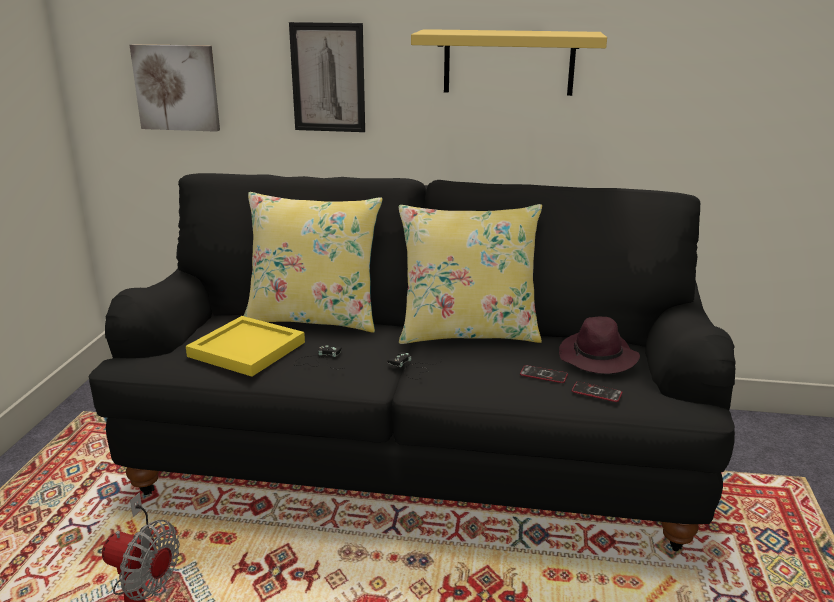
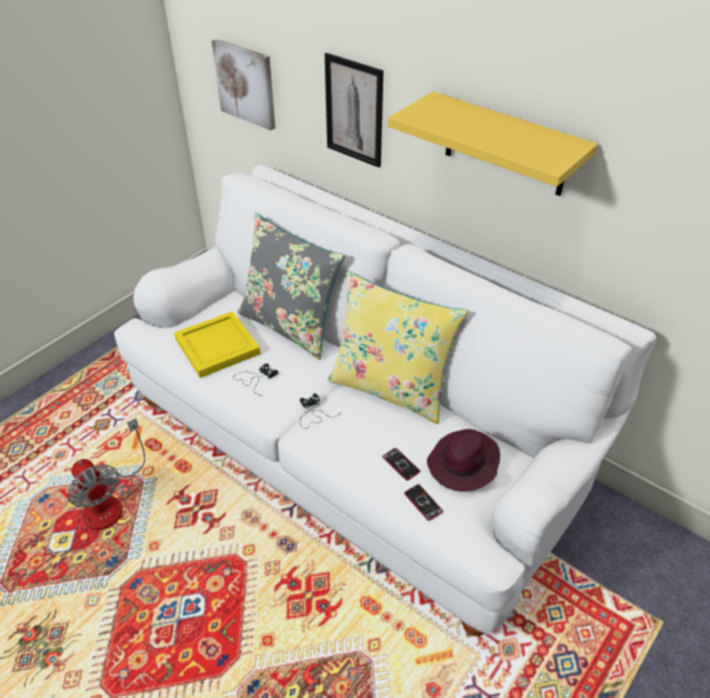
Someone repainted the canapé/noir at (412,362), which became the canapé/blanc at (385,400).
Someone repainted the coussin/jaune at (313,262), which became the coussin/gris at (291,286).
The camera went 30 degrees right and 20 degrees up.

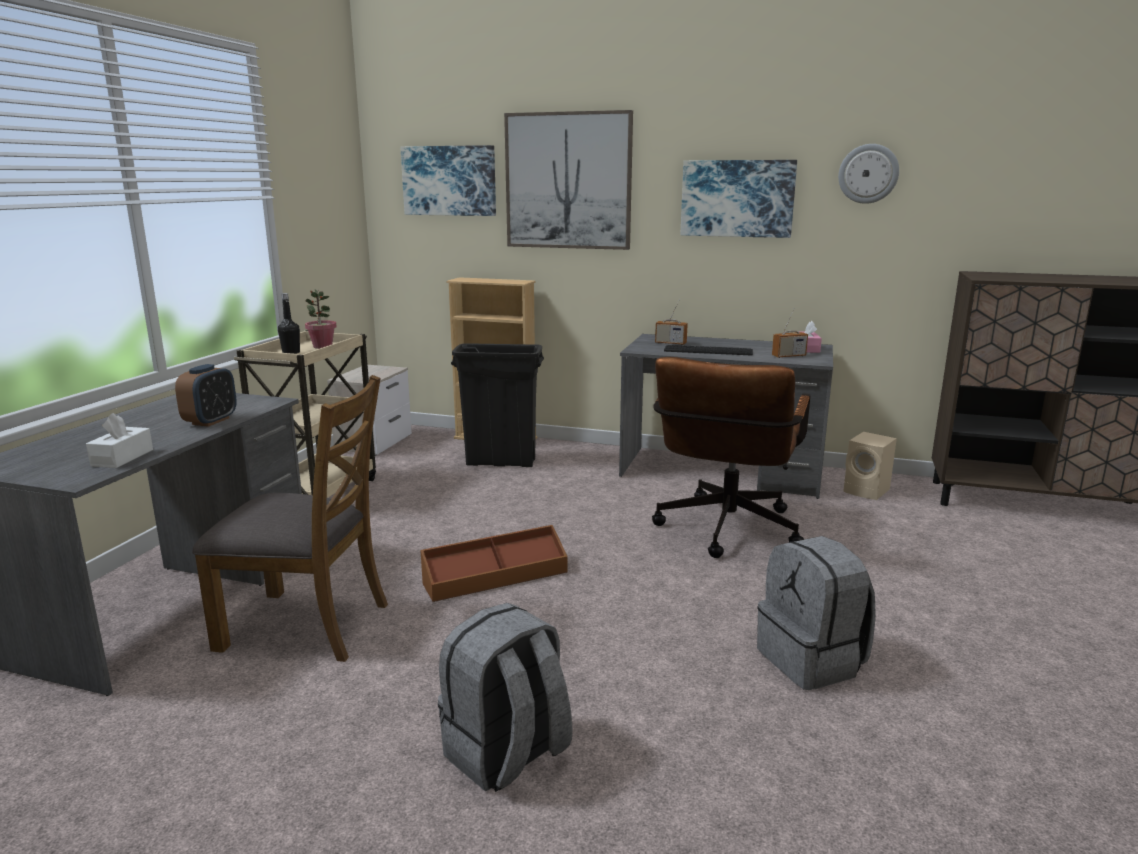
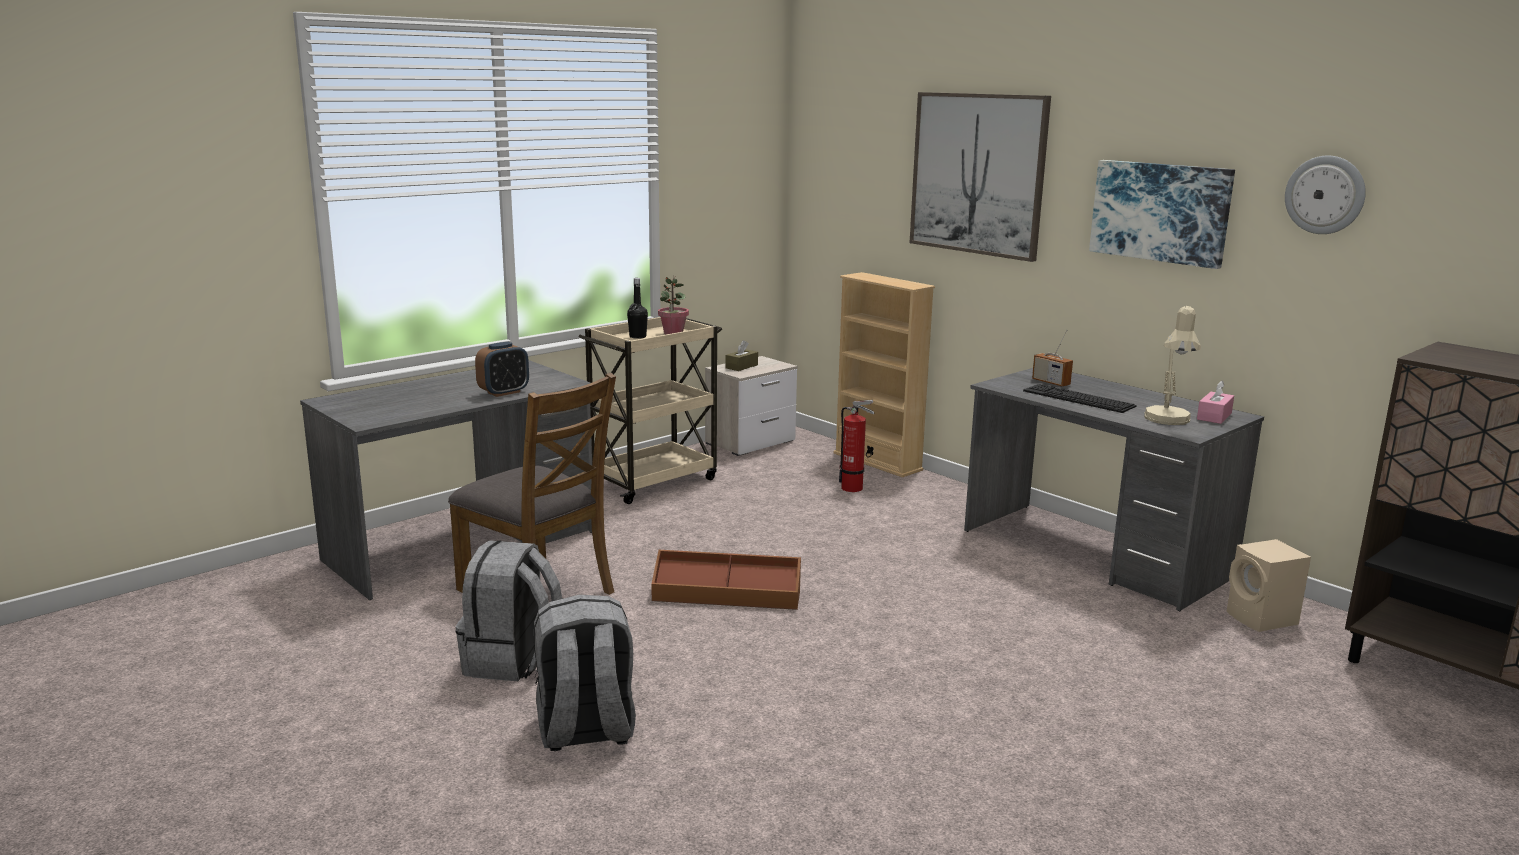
Someone took away the boîte à mouchoirs/blanc at (119,440).
Someone took away the tableau at (448,180).
Someone swapped the poubelle/noir at (497,405) for the extincteur at (857,446).
Someone took away the chaise de bureau/marron at (731,457).
Someone carried the sac à dos/gris from (816,613) to (508,610).
Someone swapped the radio at (790,333) for the lampe de table/beige at (1172,365).
Someone put down the boîte à mouchoirs/marron at (741,355).
The camera went 30 degrees right and 0 degrees up.

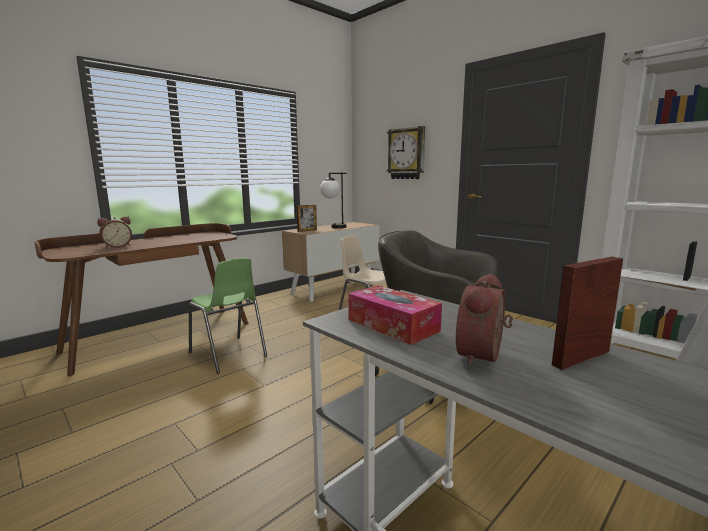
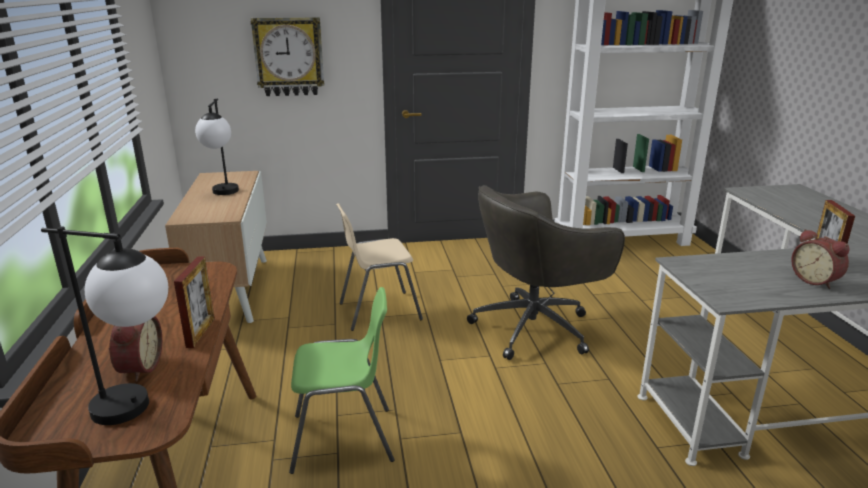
Someone carried the cadre photo from (307,218) to (194,302).
Someone took away the boîte à mouchoirs at (395,315).
Someone put down the lampe de table at (104,325).
The camera went 55 degrees left and 10 degrees up.

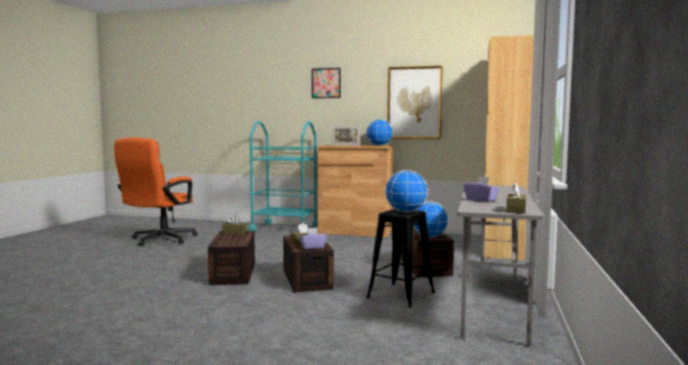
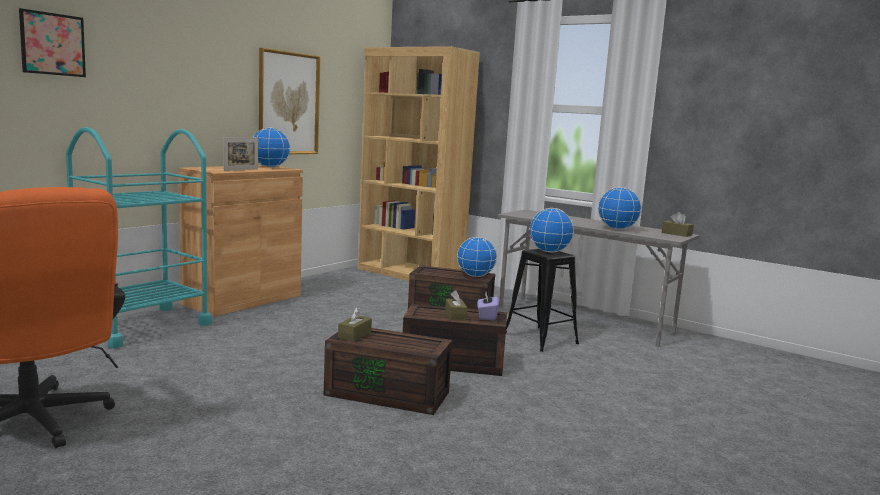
Someone carried the tableau from (326,83) to (52,42).
Someone swapped the boîte à mouchoirs/violet at (481,189) for the globe at (620,208).
The camera went 70 degrees left and 5 degrees up.

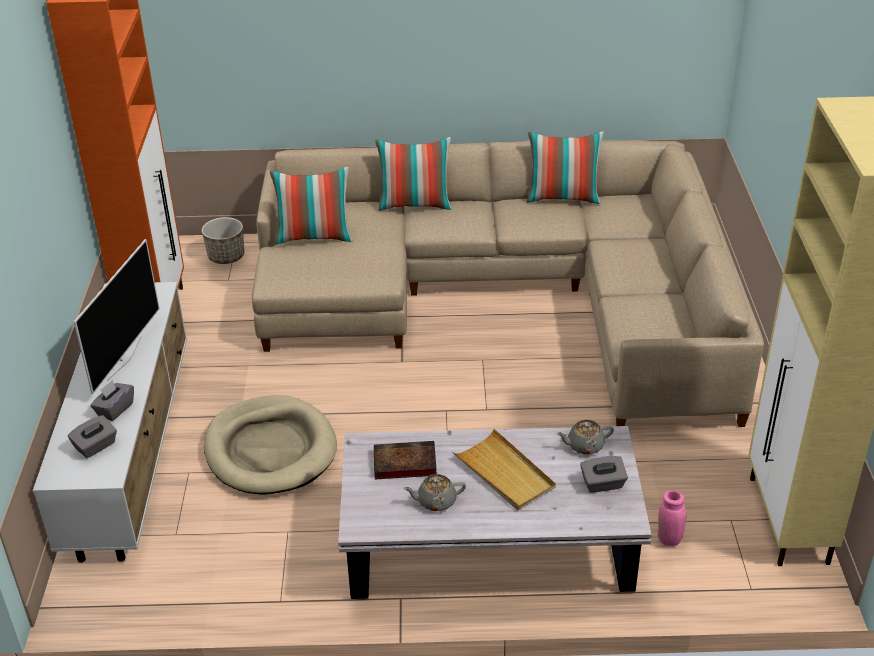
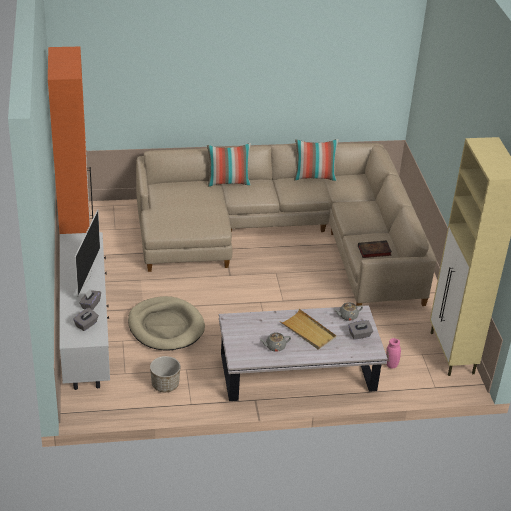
Someone carried the cache-pot from (223,240) to (165,374).
Someone took away the coussin at (311,206).
Someone carried the livre from (405,460) to (375,249).
The camera went 10 degrees left and 0 degrees up.

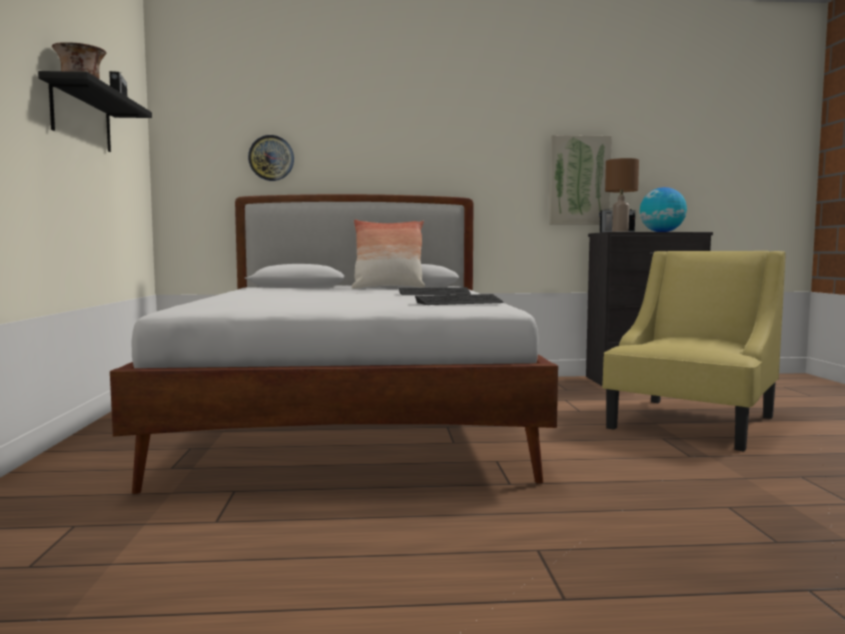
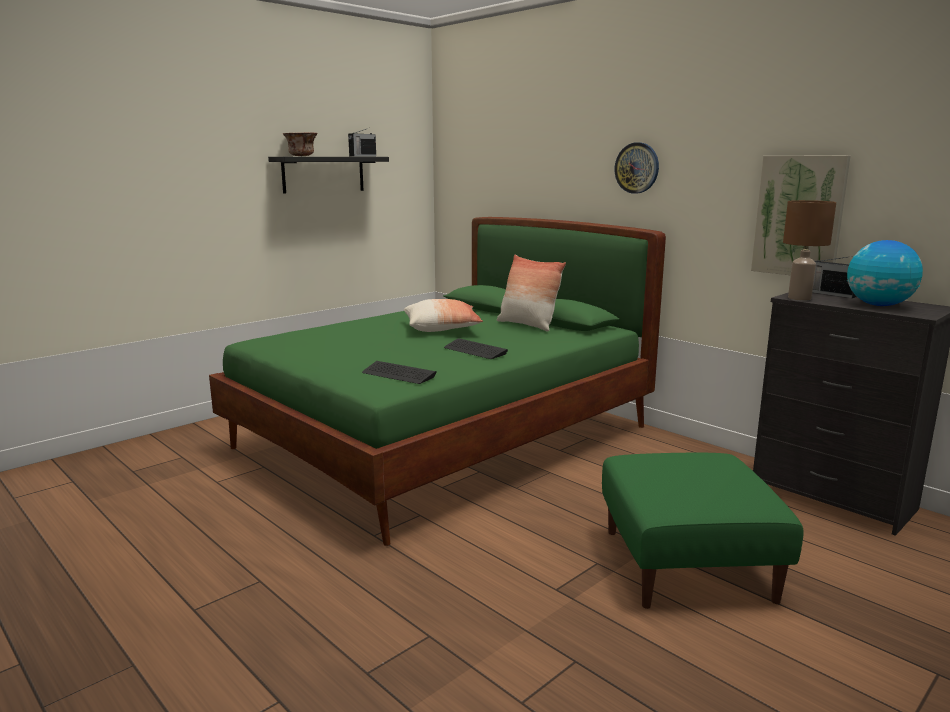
Someone repainted the lit/blanc at (334,344), which became the lit/vert at (437,381).
Someone carried the horloge murale from (271,158) to (636,168).
Someone swapped the fauteuil/jaune at (694,351) for the pouf/vert at (703,531).
Someone put down the coussin at (443,315).
The camera went 50 degrees right and 10 degrees up.

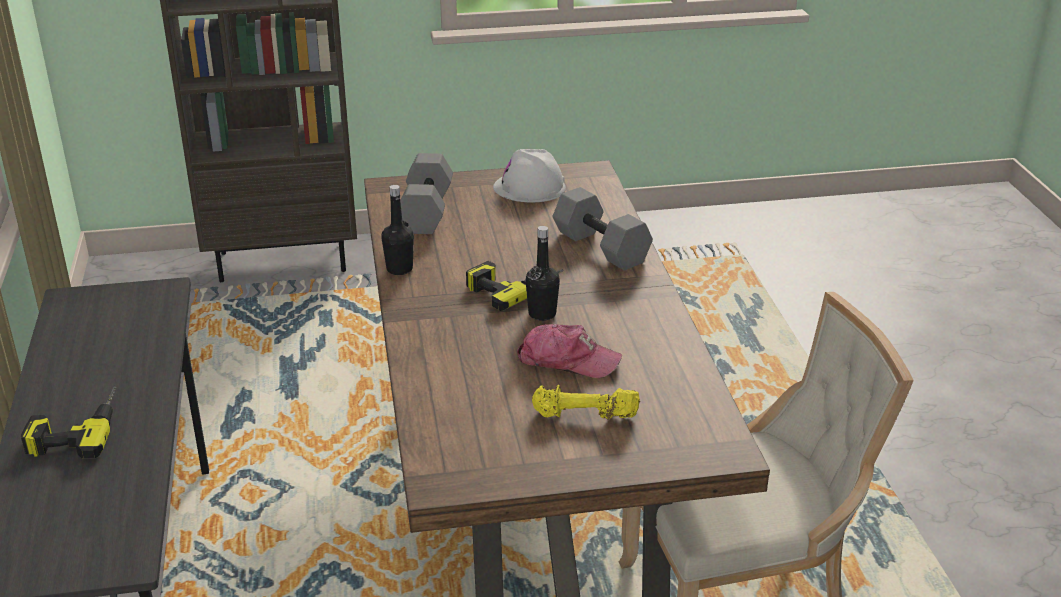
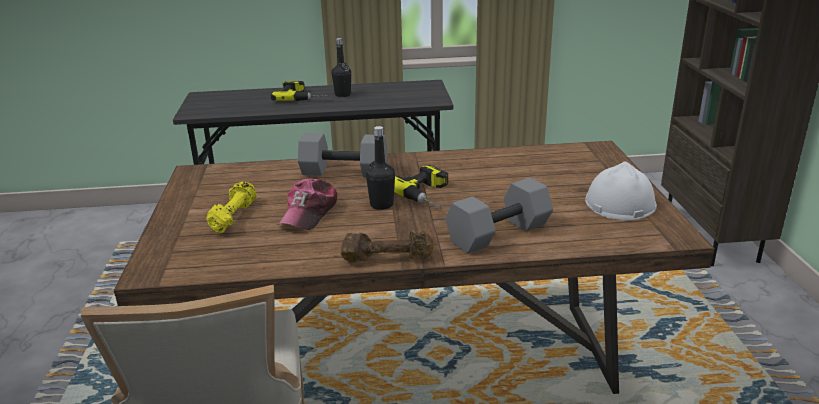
Someone carried the bouteille/noir from (397,230) to (341,67).
Someone carried the haltère/gris from (426,193) to (342,155).
Someone put down the haltère/marron at (387,247).
The camera went 95 degrees right and 5 degrees down.

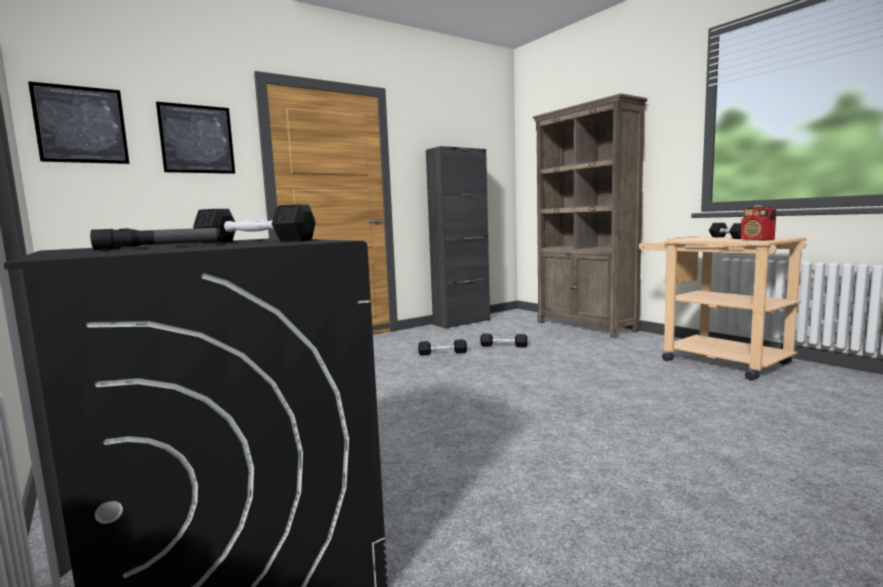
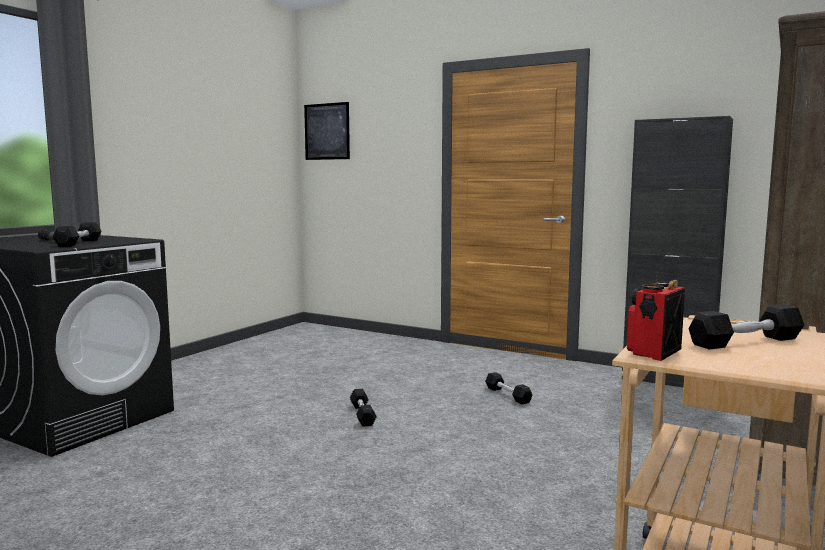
Someone took away the tableau at (195,138).
Someone carried the haltère/noir from (504,340) to (363,408).
The camera went 65 degrees right and 0 degrees up.

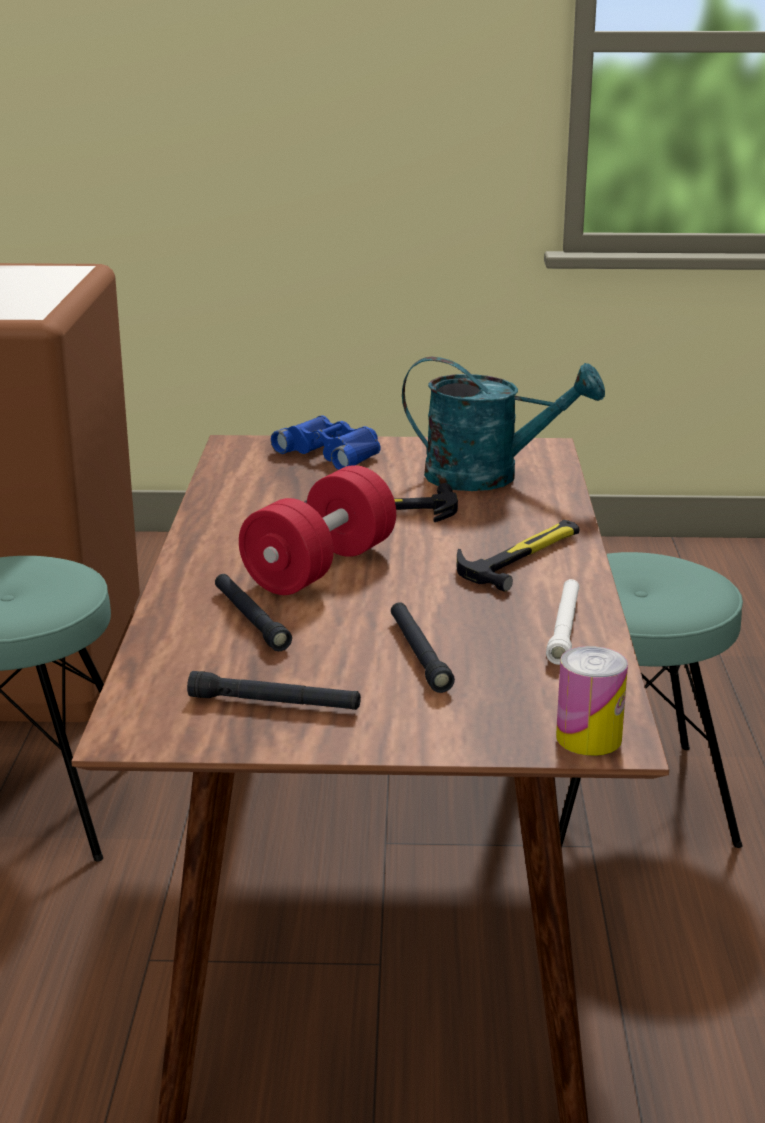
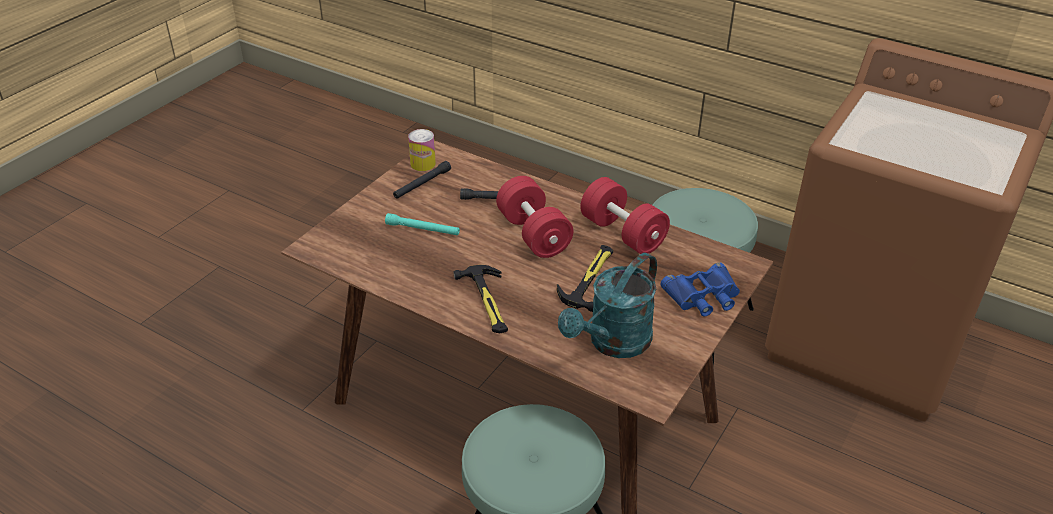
Someone repainted the lampe de poche/noir at (423,647), which became the lampe de poche/turquoise at (422,224).
Someone took away the lampe de poche/blanc at (562,622).
Someone carried the boîte métallique from (592,701) to (422,150).
Someone put down the haltère/rouge at (625,215).
The camera went 120 degrees right and 15 degrees up.

